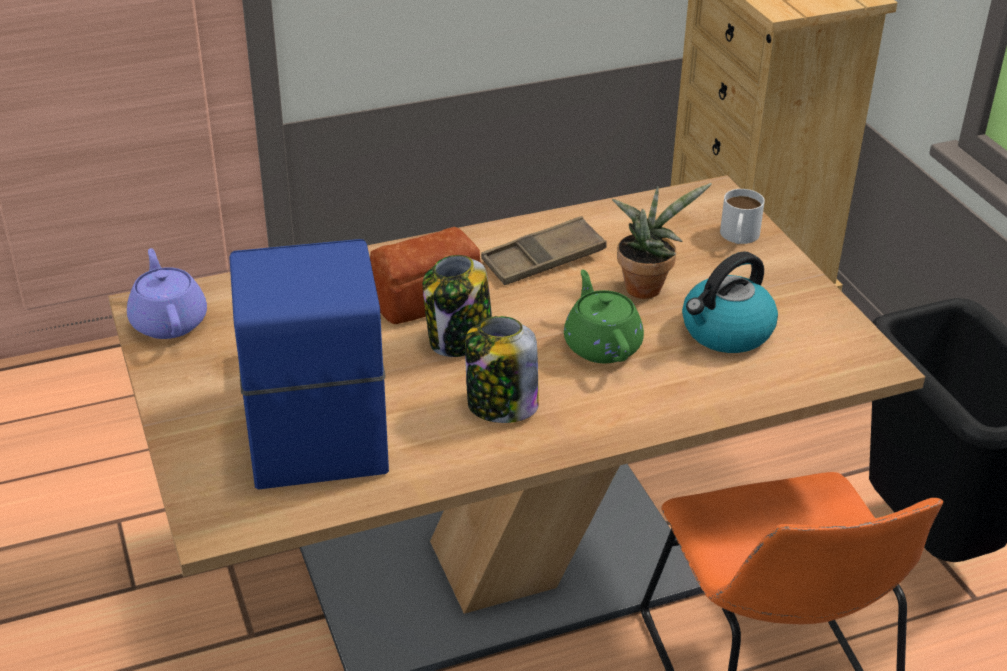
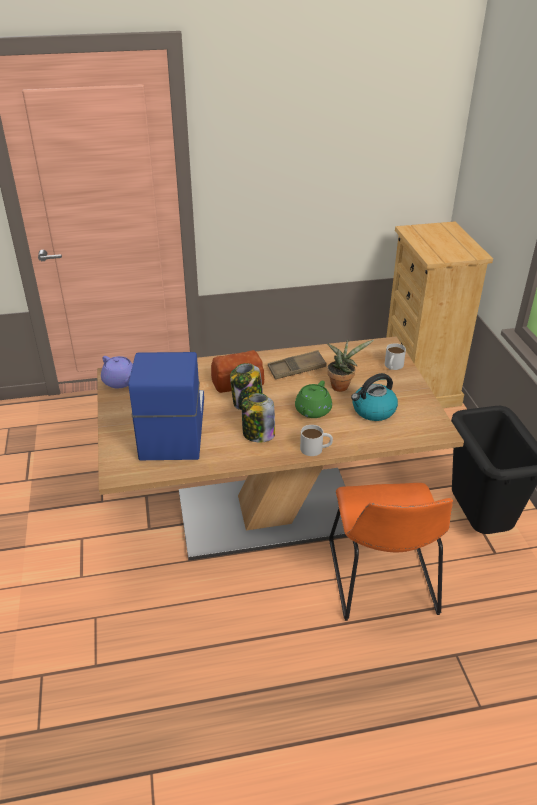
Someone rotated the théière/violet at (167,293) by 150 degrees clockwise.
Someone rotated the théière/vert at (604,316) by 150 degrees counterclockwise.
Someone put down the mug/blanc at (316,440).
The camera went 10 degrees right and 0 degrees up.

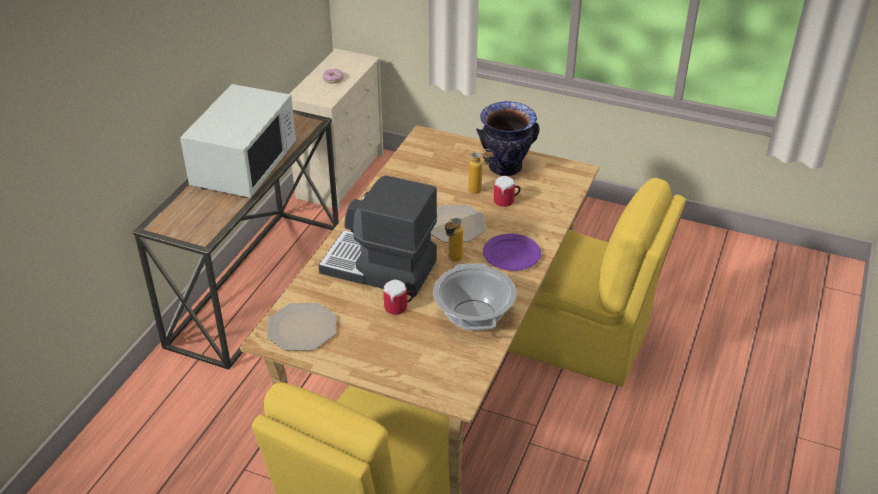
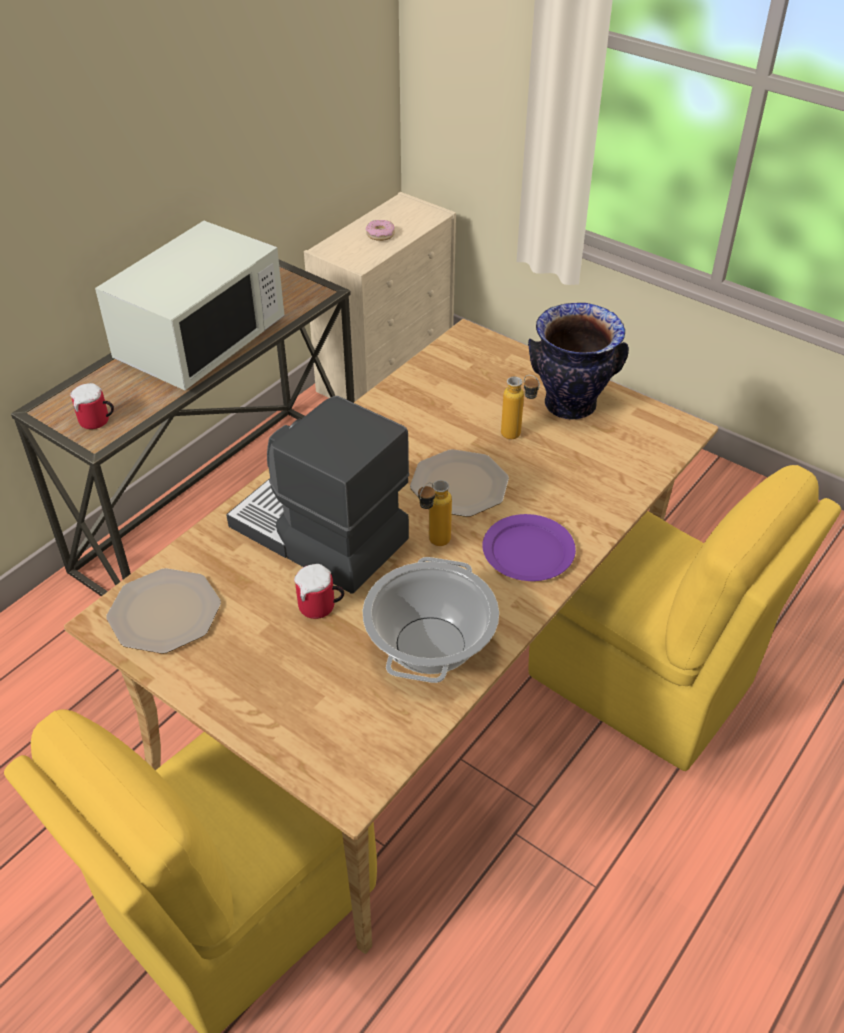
Someone carried the mug from (507,191) to (92,406).
The camera went 15 degrees right and 5 degrees up.

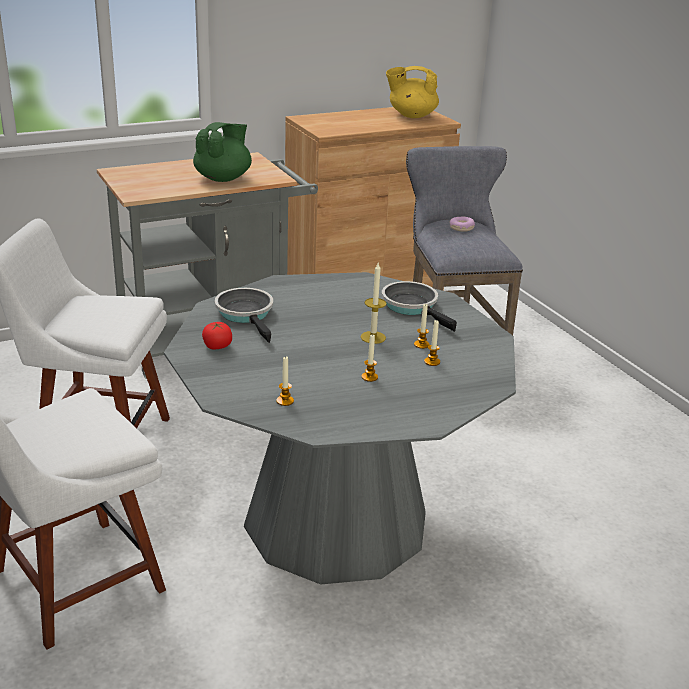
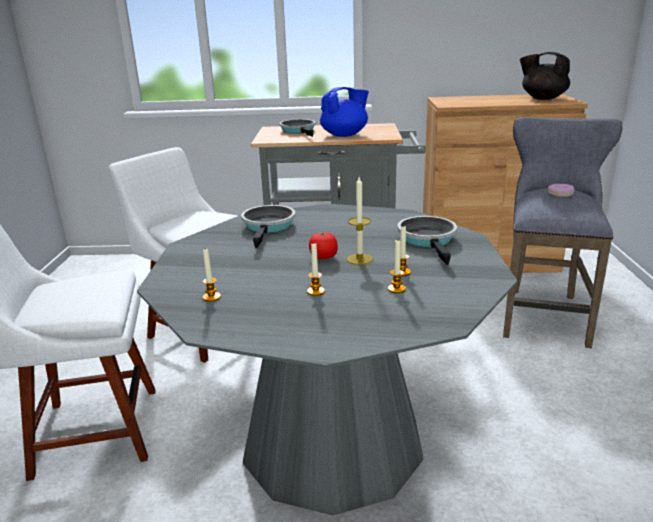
Someone repainted the théière/vert at (222,152), which became the théière/bleu at (344,112).
Someone carried the tomate from (217,336) to (323,245).
Someone repainted the théière/jaune at (412,92), which became the théière/noir at (545,76).
Someone put down the poêle at (297,128).
The camera went 30 degrees right and 5 degrees down.

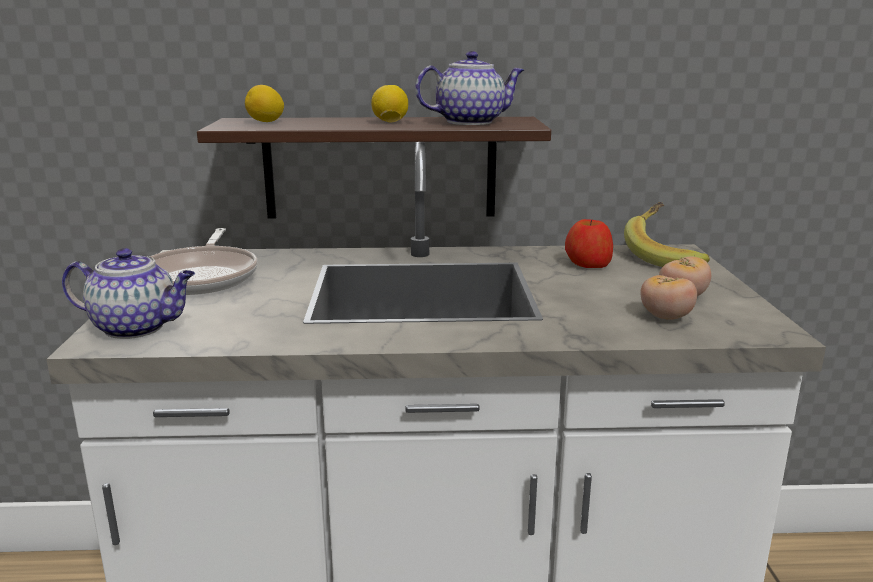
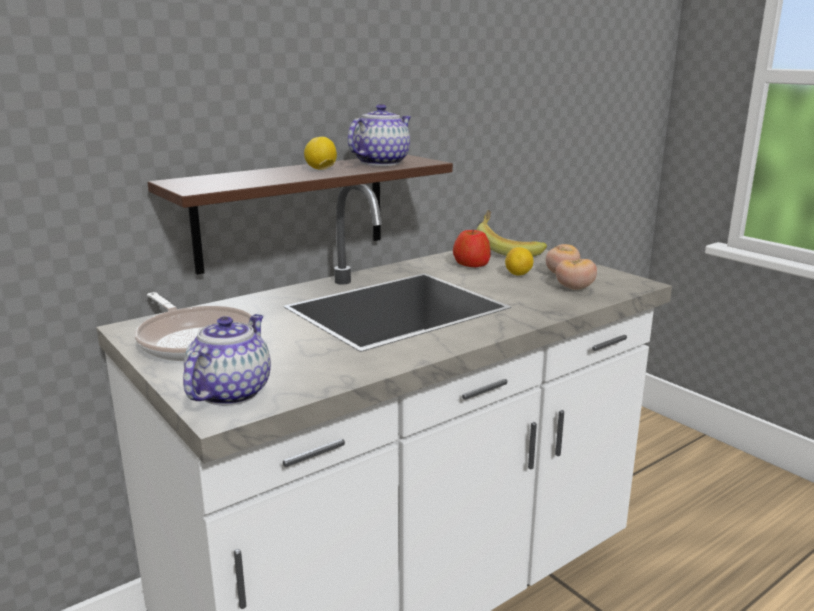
Someone rotated the théière at (128,293) by 45 degrees counterclockwise.
Someone carried the citron from (264,103) to (519,261).
The camera went 35 degrees left and 0 degrees up.

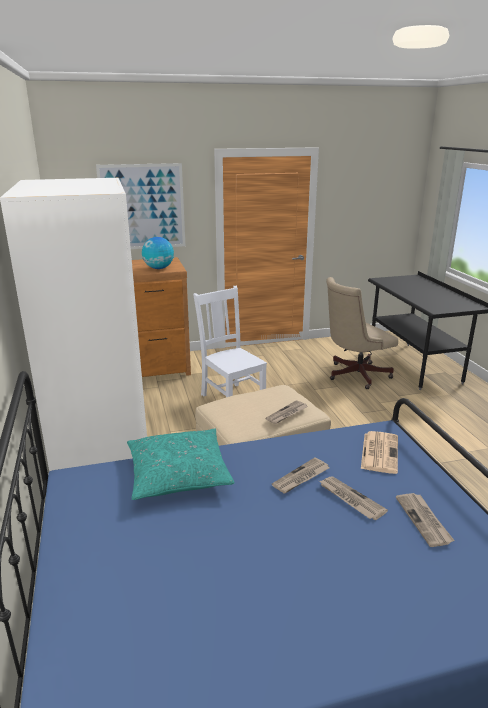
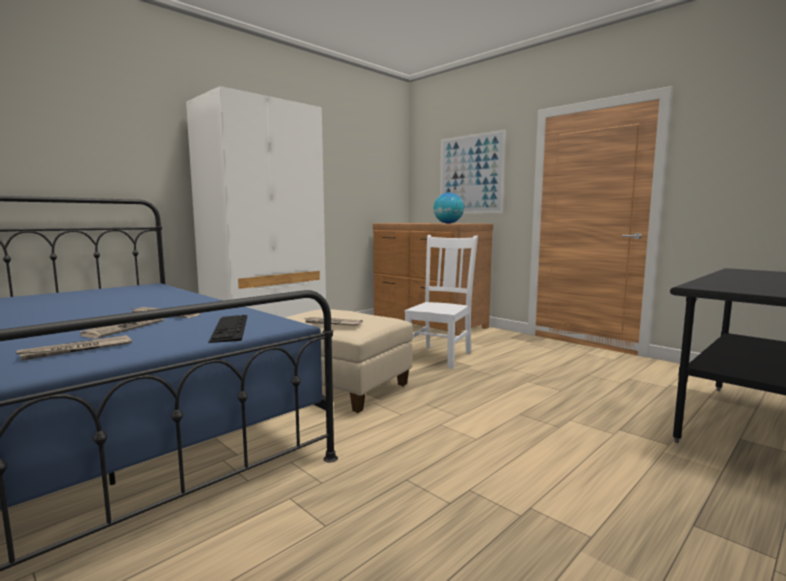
Someone took away the coussin/turquoise at (180,464).
Someone took away the chaise de bureau/beige at (362,333).
Someone swapped the journal at (379,452) for the clavier at (228,329).
The camera went 60 degrees right and 15 degrees down.

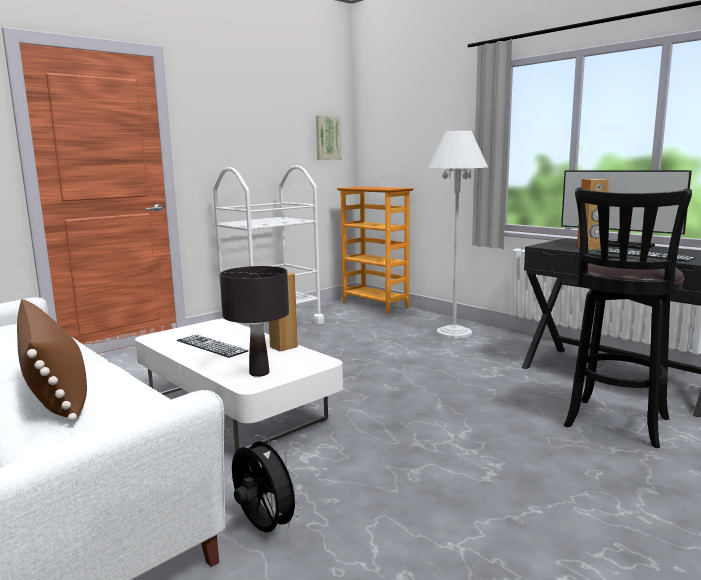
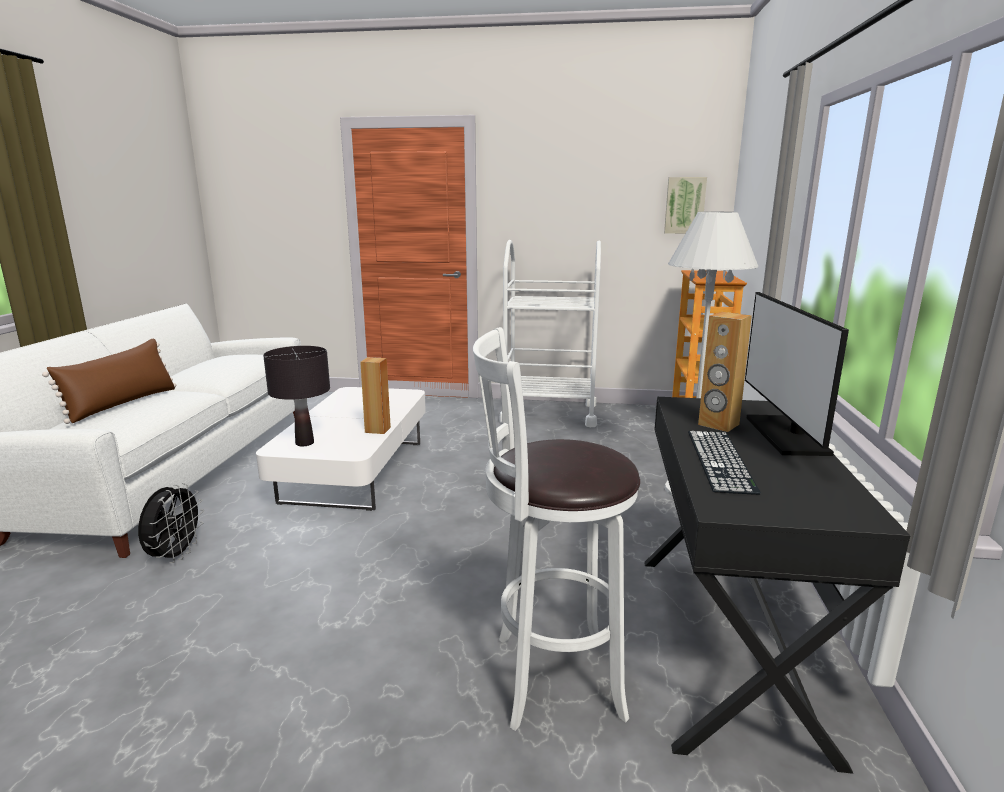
Someone took away the clavier at (212,346).
Someone repainted the tabouret/noir at (628,317), which became the tabouret/blanc at (556,529).
The camera went 50 degrees right and 5 degrees up.

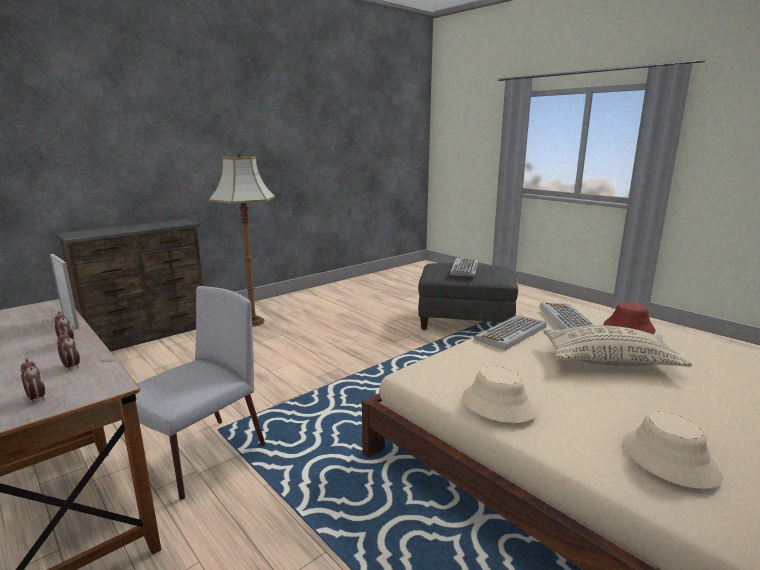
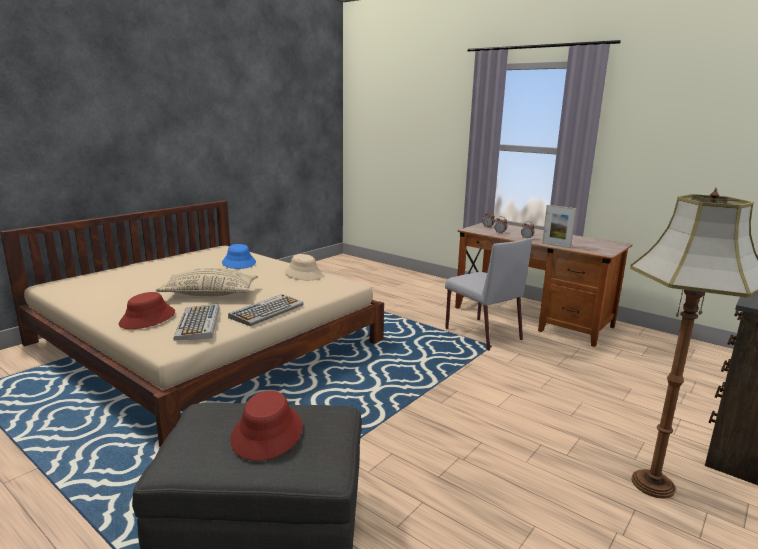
Someone rotated the chaise/gris at (200,393) by 60 degrees counterclockwise.
Someone swapped the clavier at (464,267) for the chapeau/rouge at (266,425).
Someone repainted the chapeau/beige at (672,450), which became the chapeau/bleu at (239,256).
The camera went 170 degrees right and 0 degrees up.

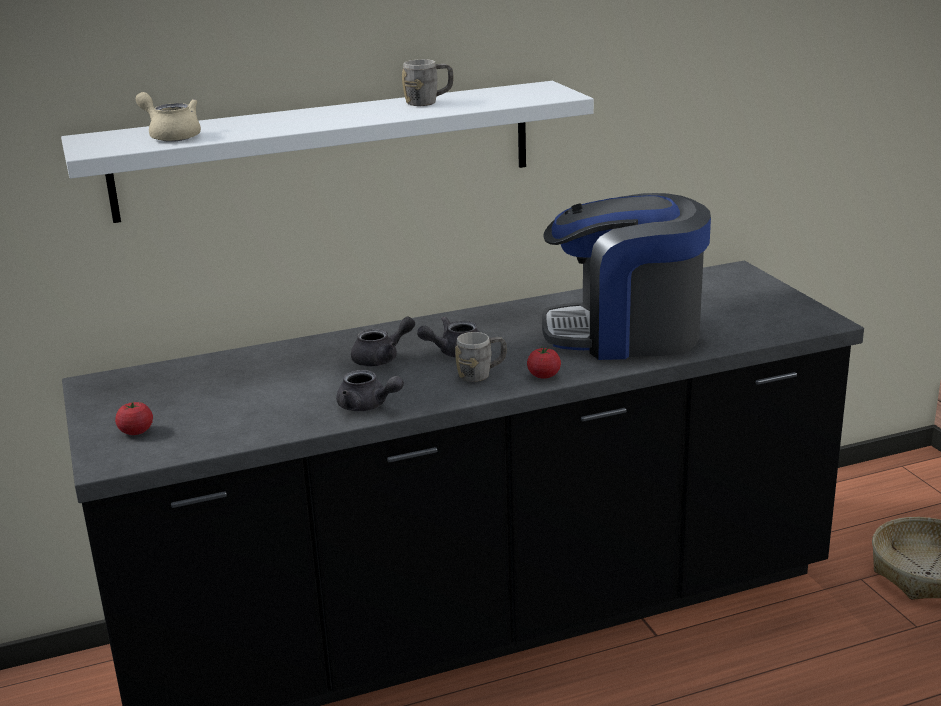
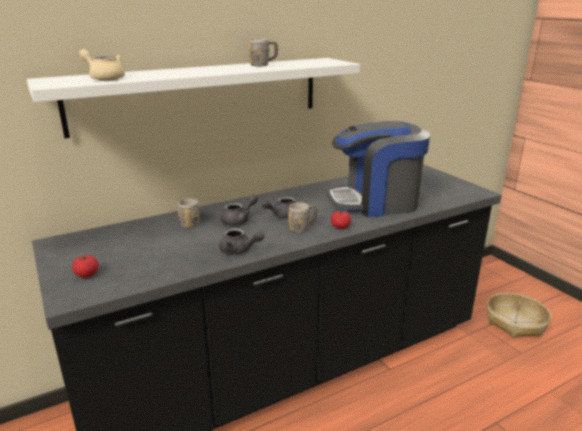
Someone put down the mug/gris at (189,213).
The camera went 10 degrees left and 0 degrees up.

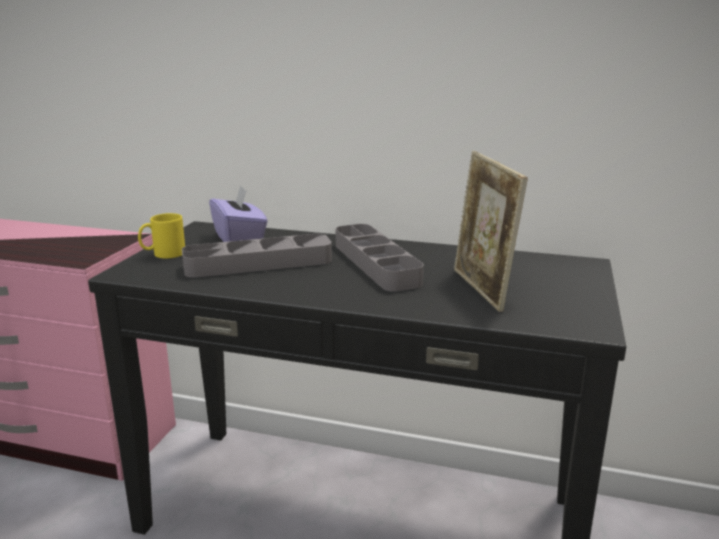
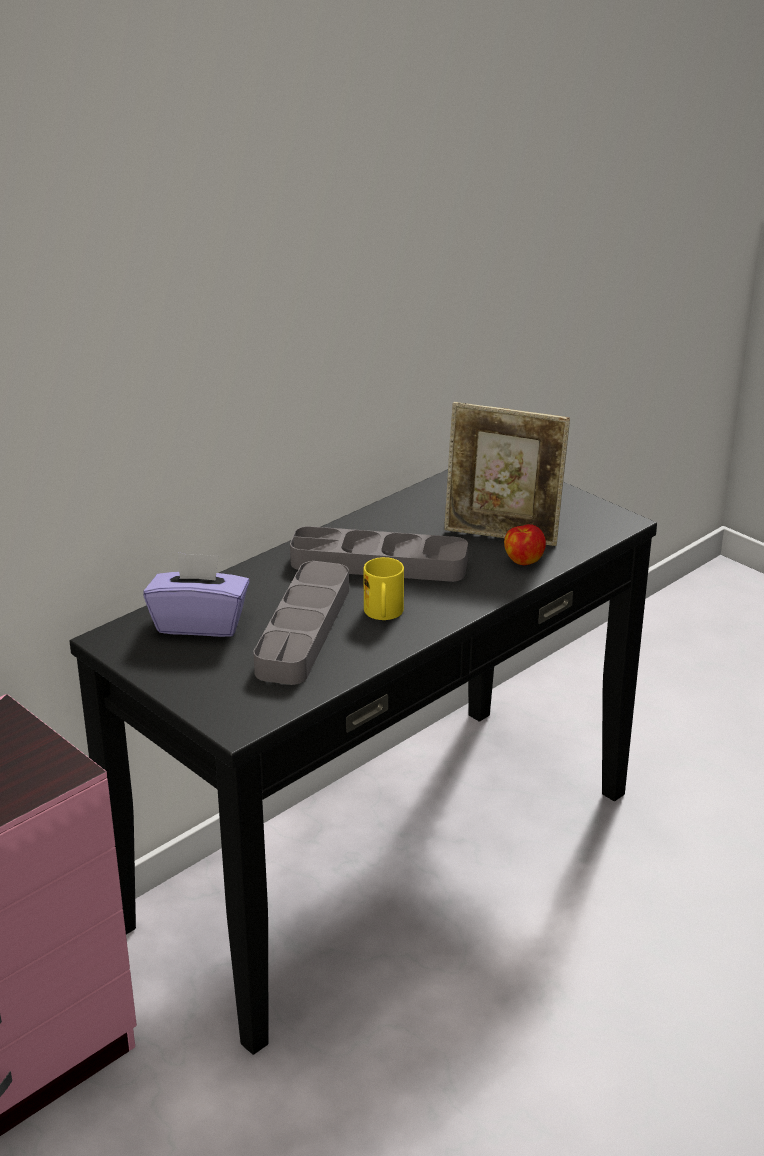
Someone carried the mug/jaune from (161,235) to (383,588).
Someone put down the pomme at (525,544).
The camera went 60 degrees left and 10 degrees up.

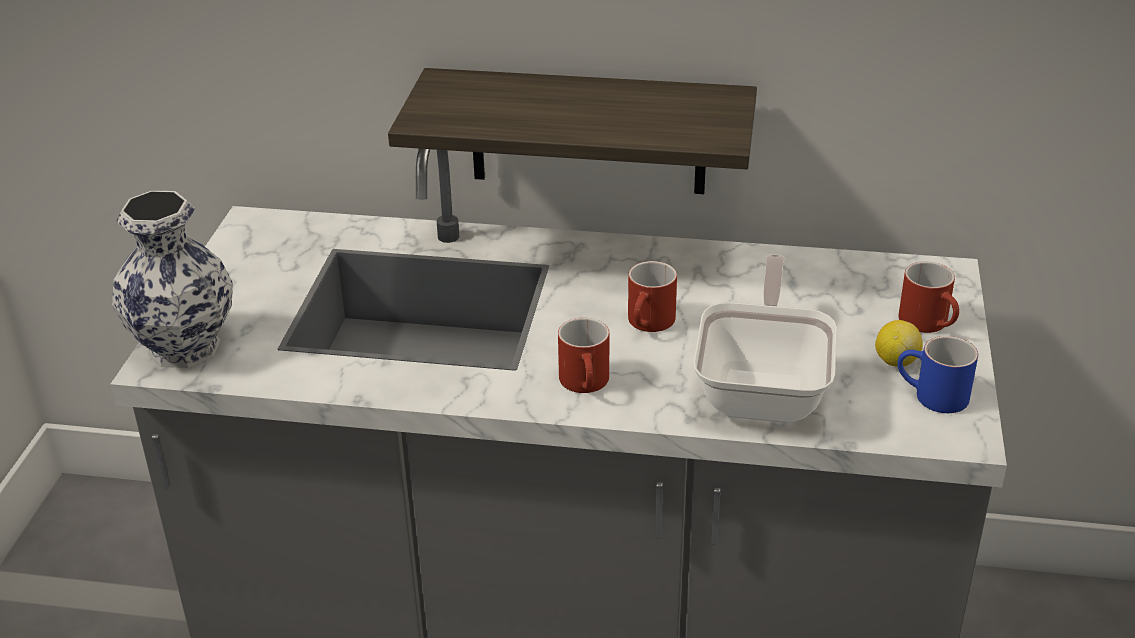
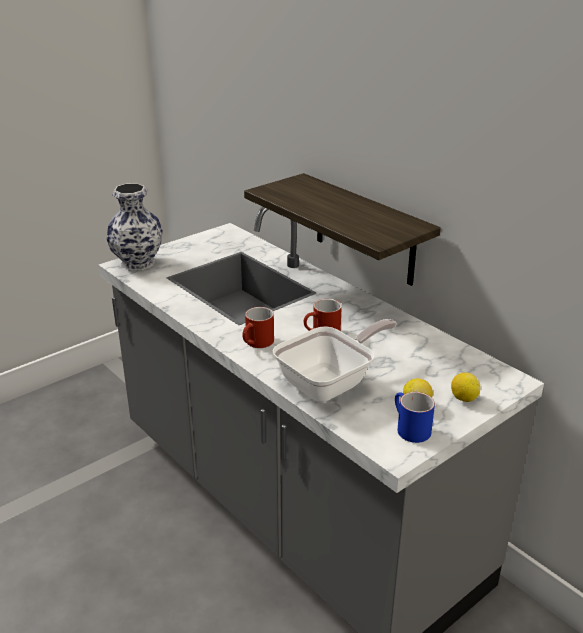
Someone swapped the mug/rouge at (928,297) for the citron at (465,387).
The camera went 40 degrees right and 5 degrees down.

